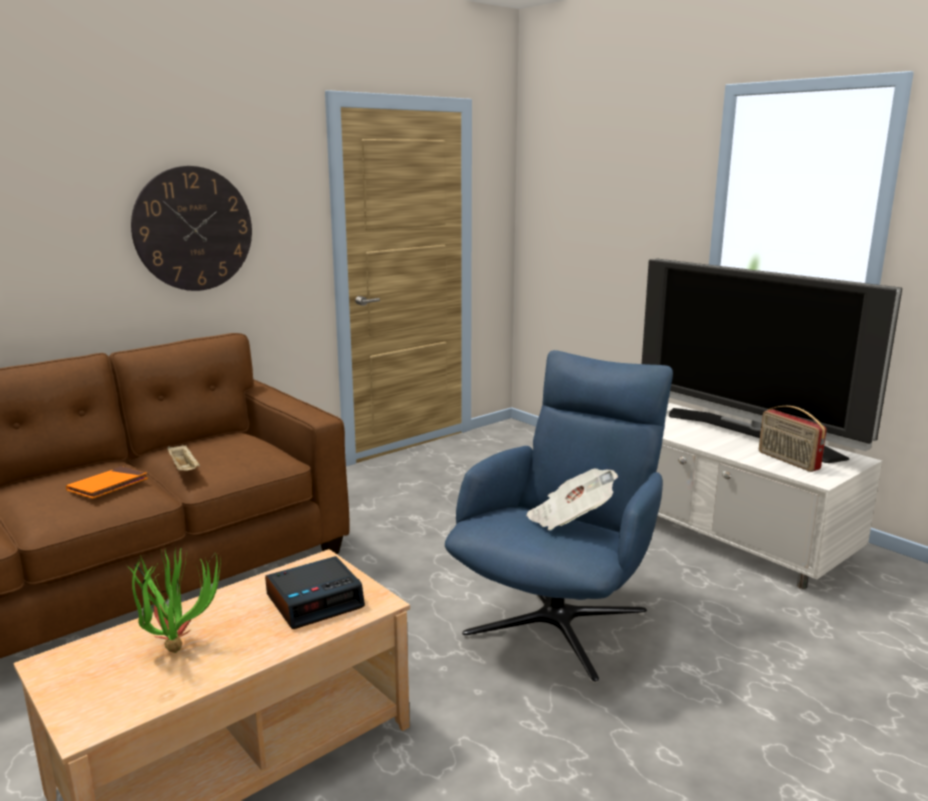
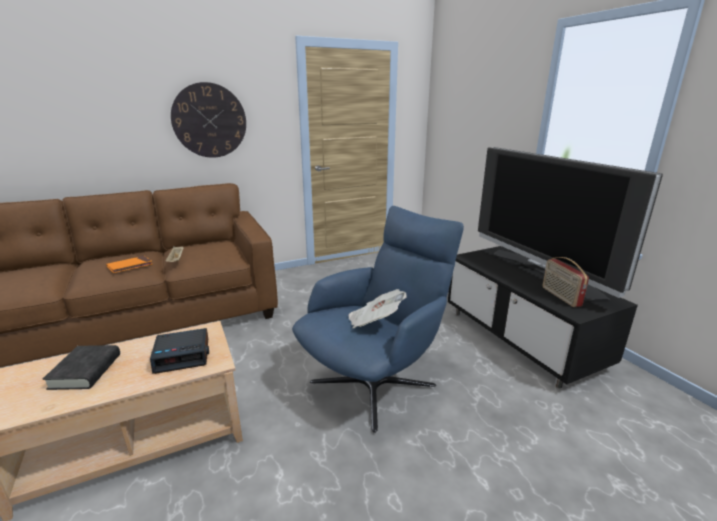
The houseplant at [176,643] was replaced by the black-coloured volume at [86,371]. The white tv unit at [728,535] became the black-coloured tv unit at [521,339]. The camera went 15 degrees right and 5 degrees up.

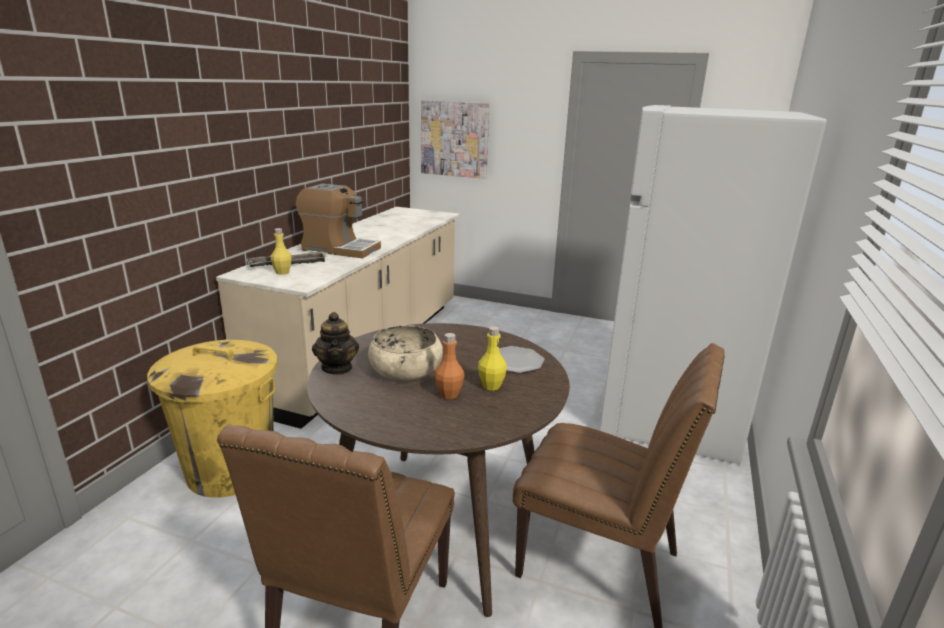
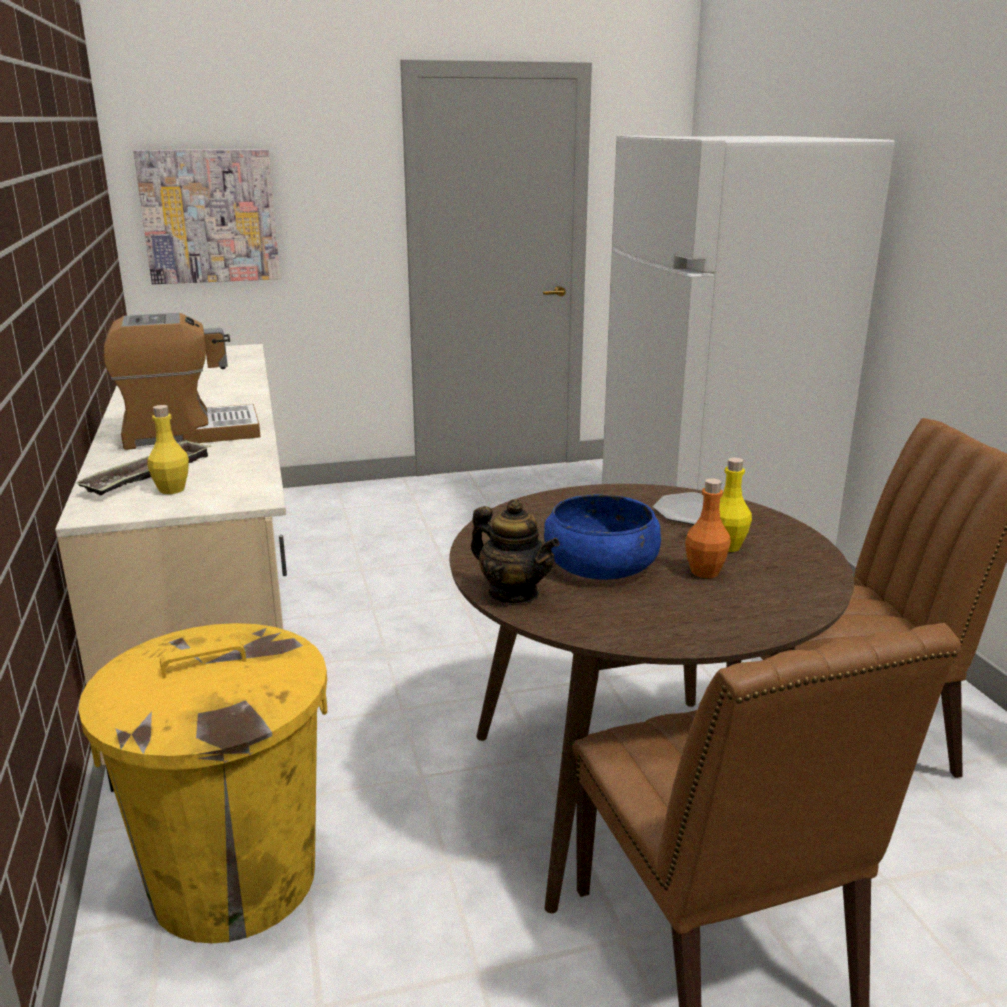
The beige bowl at [405,369] became the blue-coloured bowl at [600,564]. The camera went 35 degrees left and 0 degrees up.

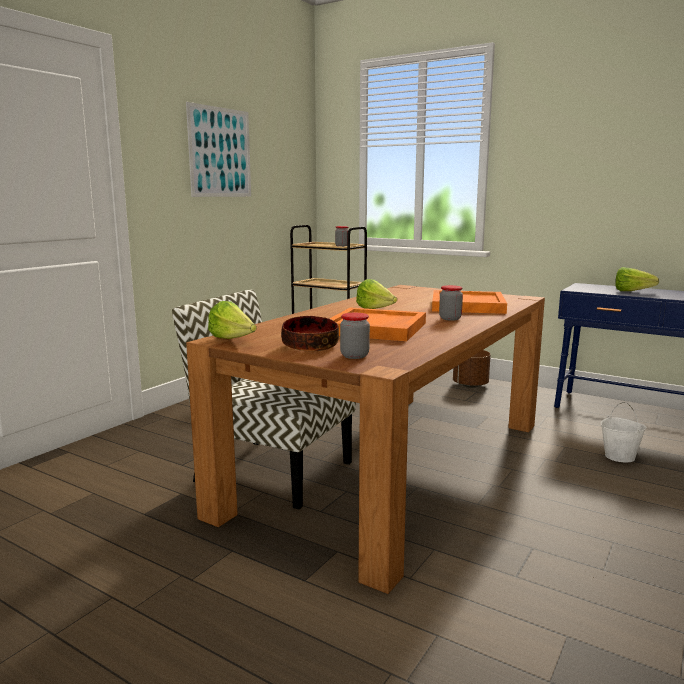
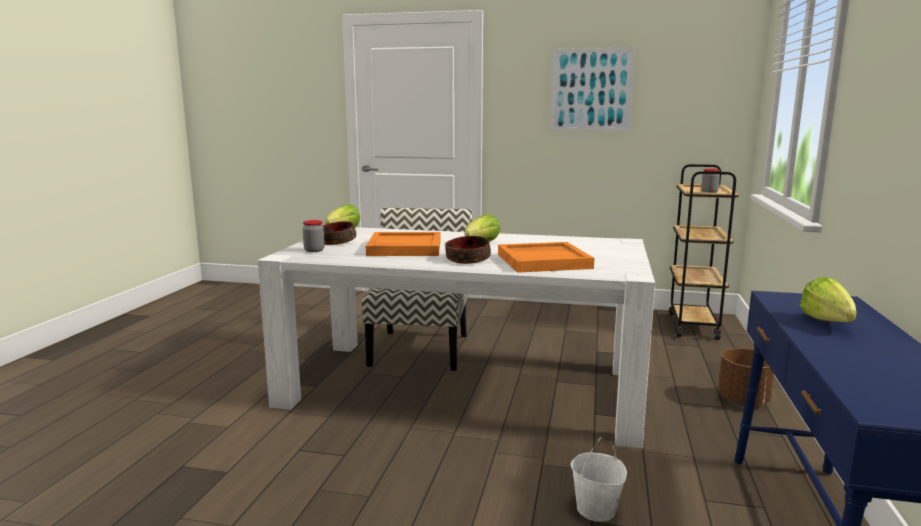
The brown-coloured dining table at [394,465] became the white dining table at [464,386]. The storage jar at [450,318] was replaced by the bowl at [467,260]. The camera went 70 degrees right and 0 degrees up.

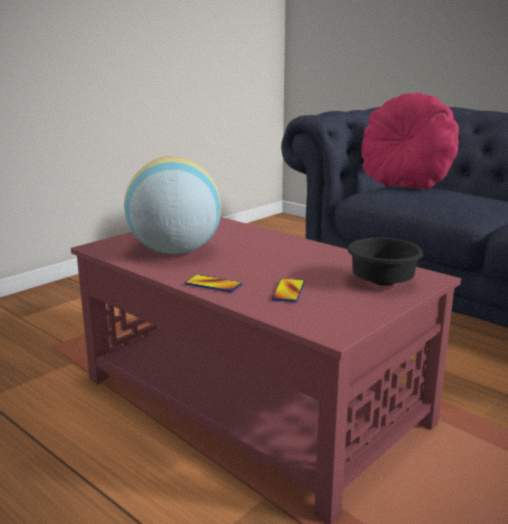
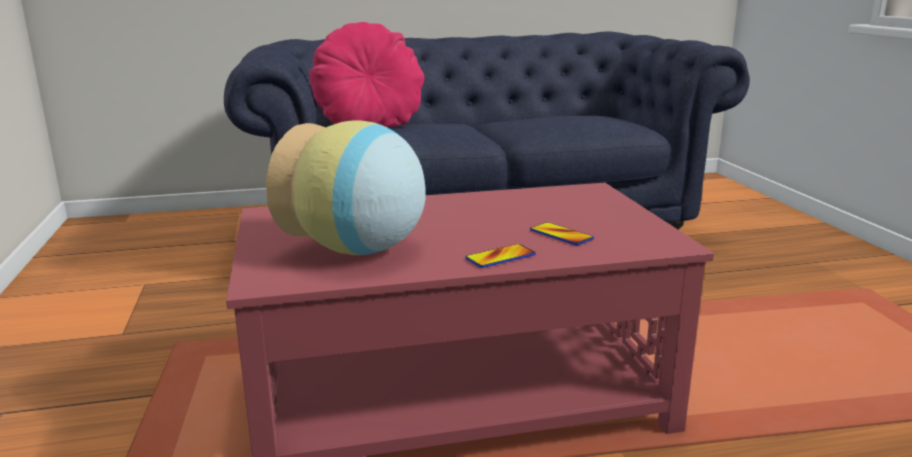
The black-coloured bowl at [381,281] disappeared. The camera went 55 degrees left and 0 degrees up.

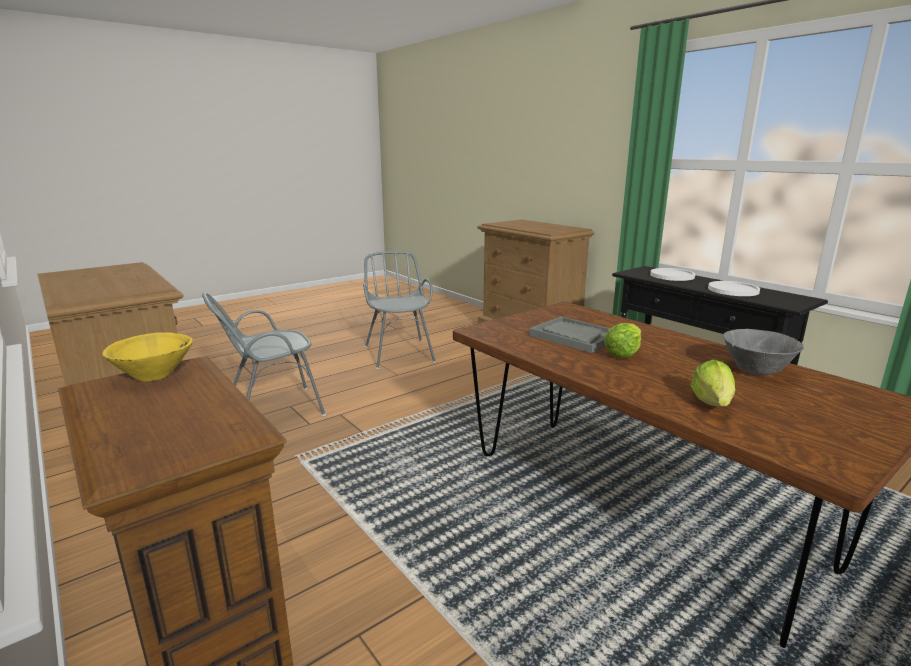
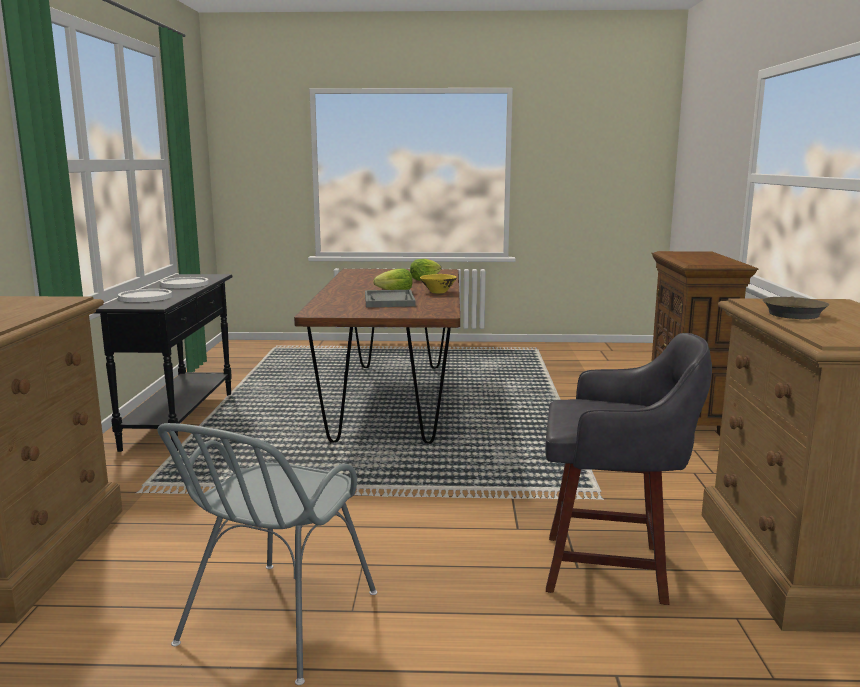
The yellow bowl moved from [154,376] to [438,292]. The grey chair at [270,411] was replaced by the grey sitting stool at [612,570]. The grey bowl at [756,372] disappeared. The brown-coloured skillet at [792,313] appeared. The camera went 140 degrees left and 5 degrees down.

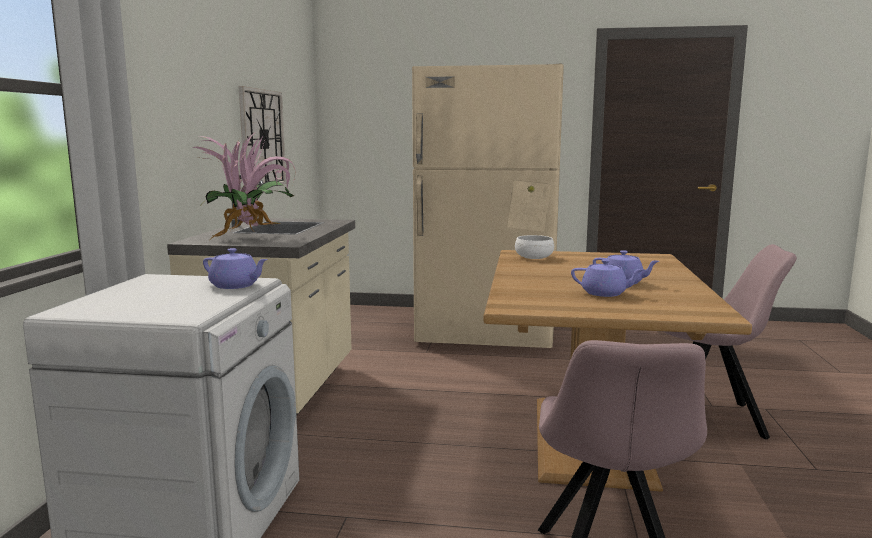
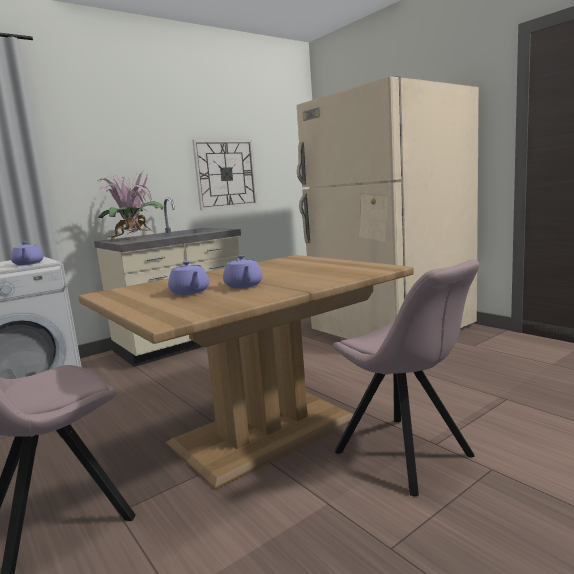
The white bowl at [534,257] disappeared. The camera went 45 degrees right and 0 degrees up.

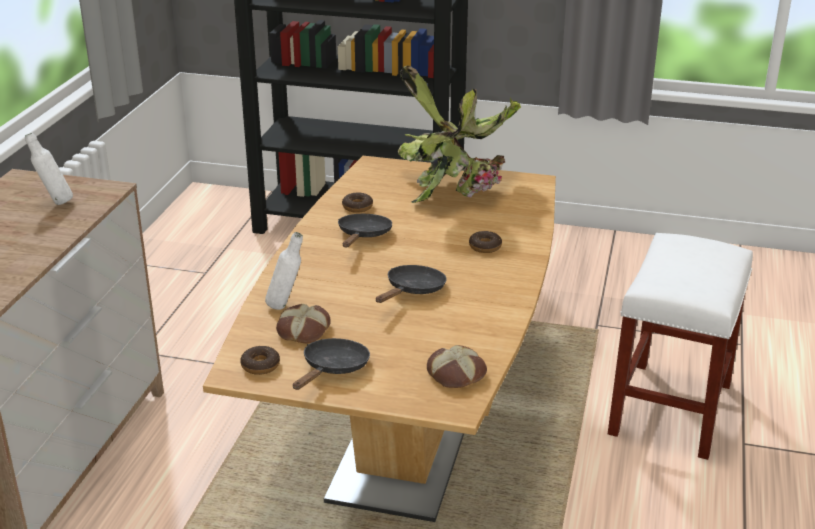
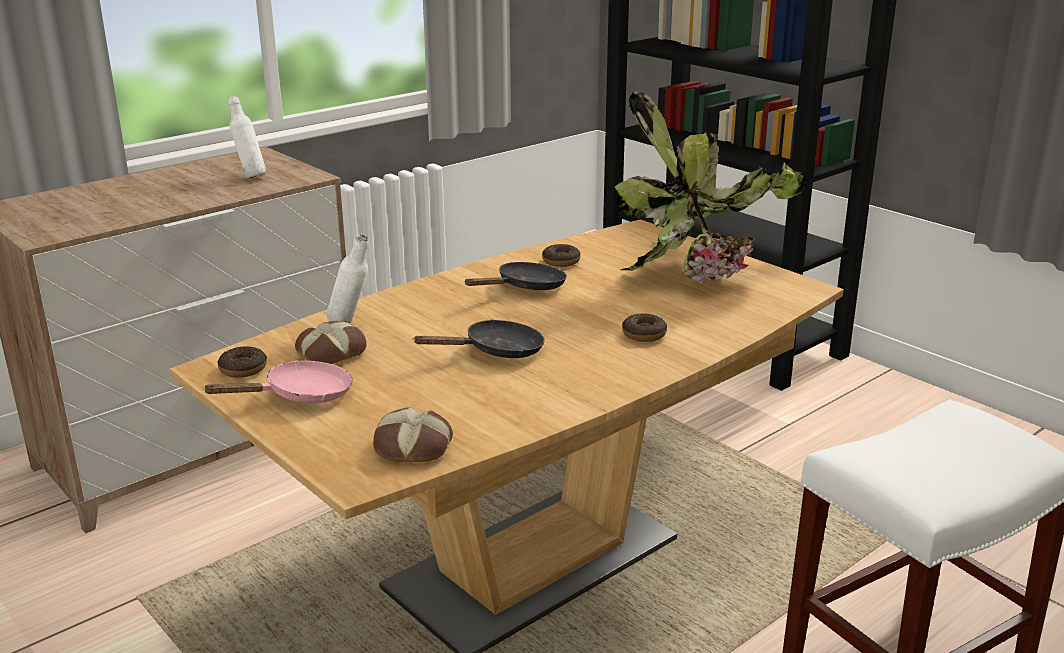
The black-coloured skillet at [333,369] became the pink skillet at [301,396]. The camera went 35 degrees right and 5 degrees down.

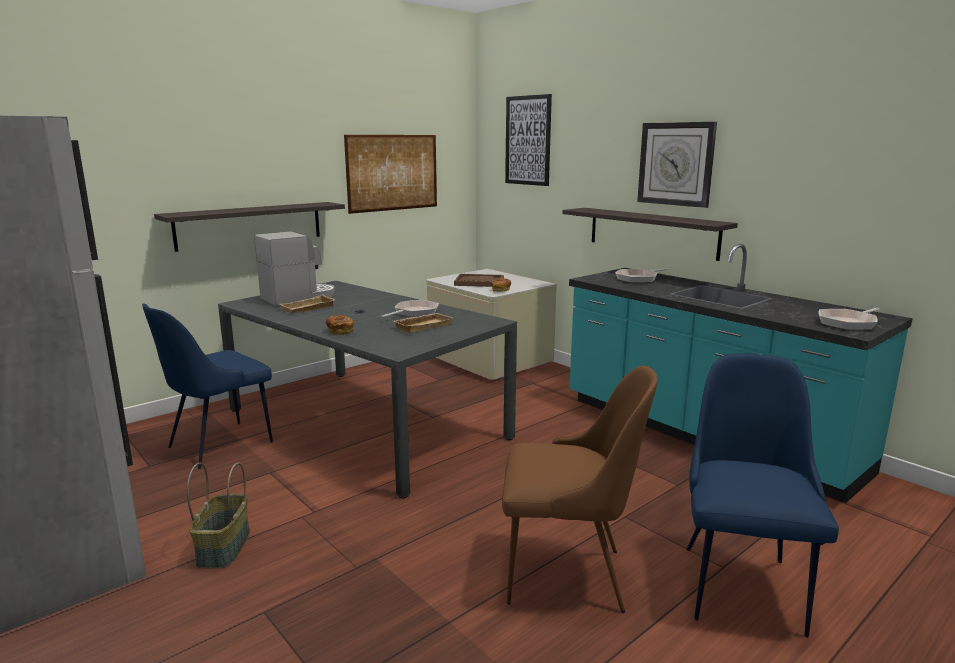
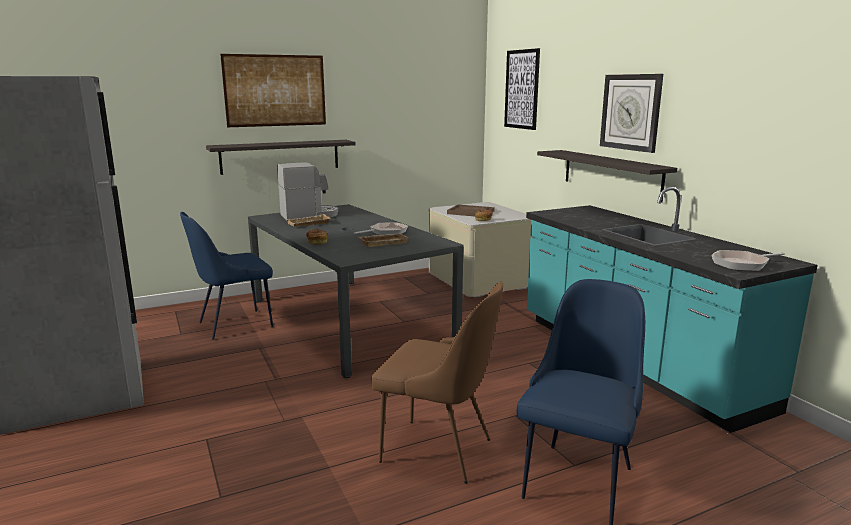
The basket at [225,548] disappeared. The wall art moved from [393,172] to [275,90]. The skillet at [638,279] disappeared. The camera went 15 degrees right and 0 degrees up.

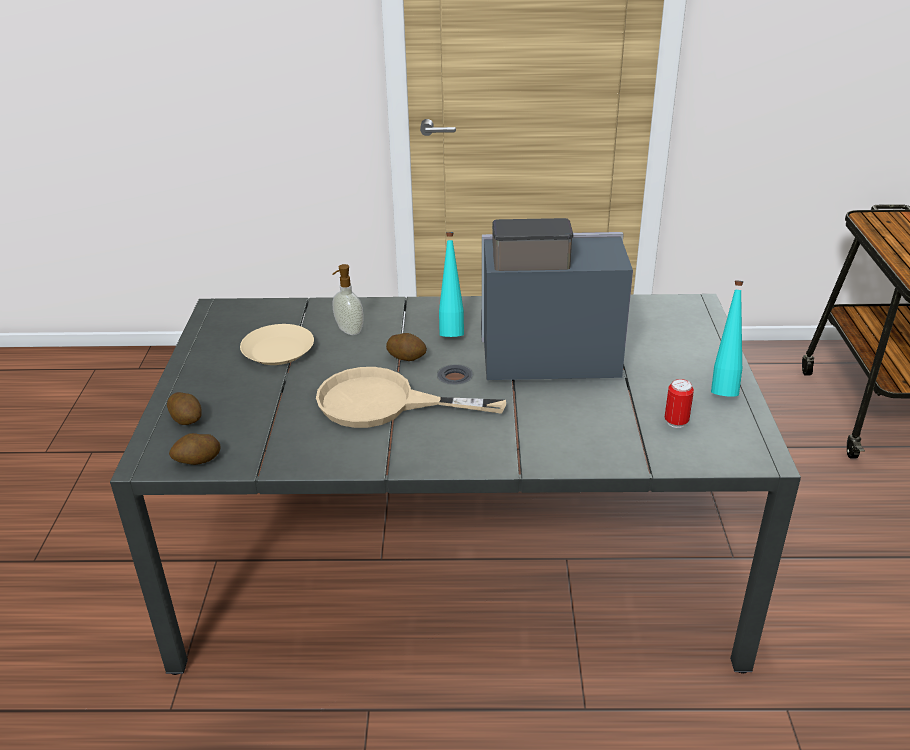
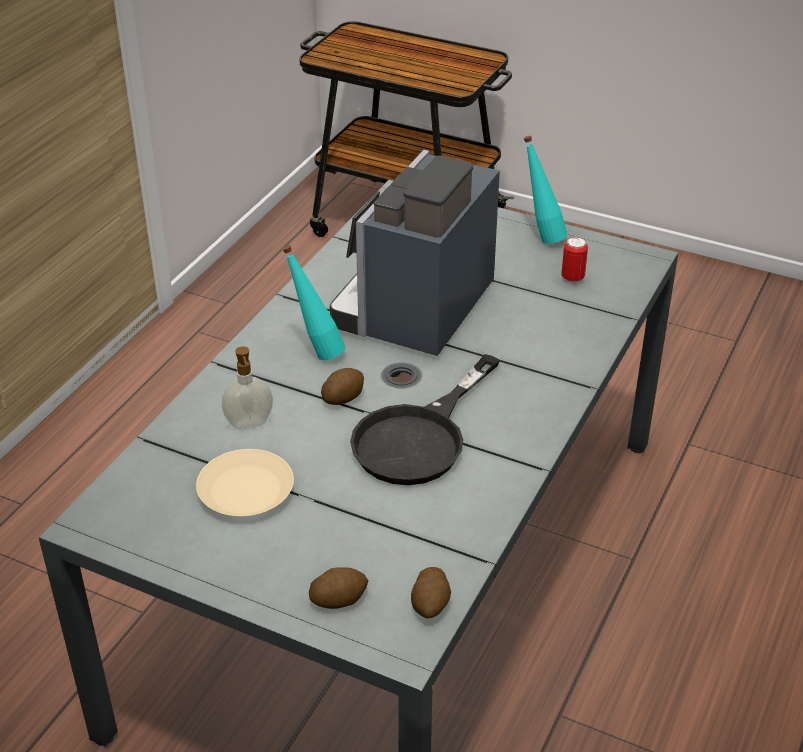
The beige skillet at [384,403] became the black-coloured skillet at [420,437]. The camera went 65 degrees left and 5 degrees up.

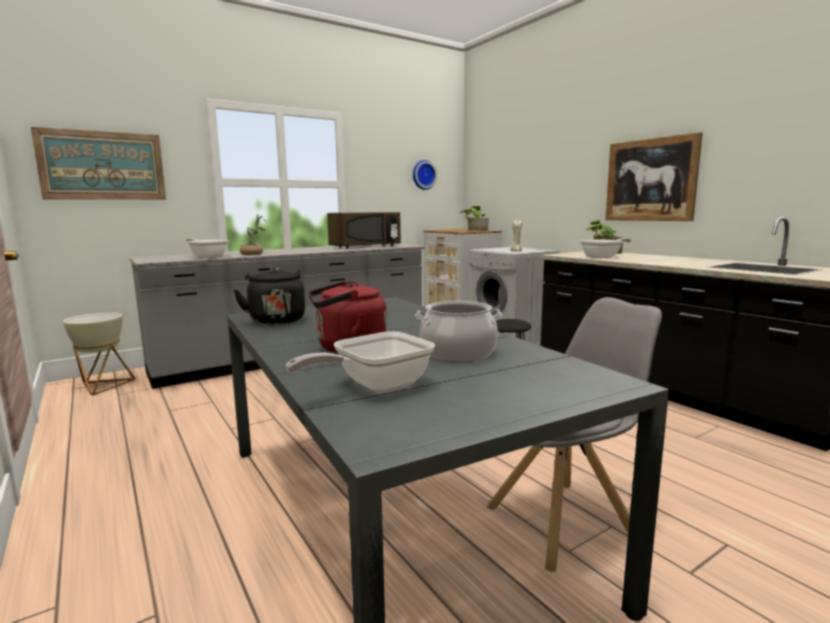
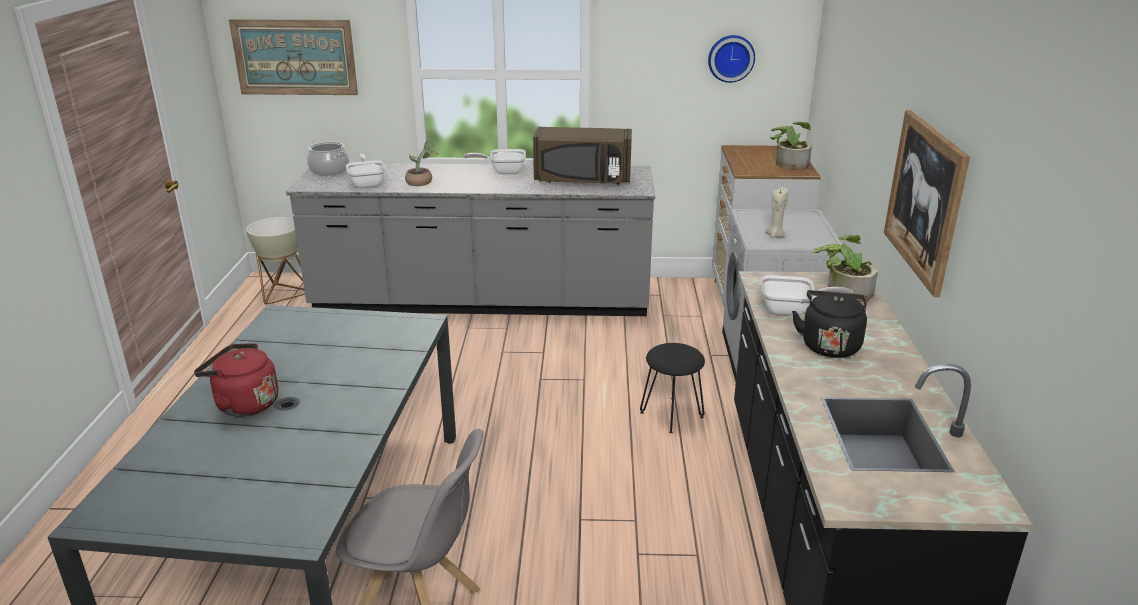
The black-coloured kettle moved from [276,320] to [829,345]. The skillet moved from [374,386] to [503,171]. The saucepot moved from [458,353] to [329,170]. The camera went 35 degrees right and 15 degrees up.

